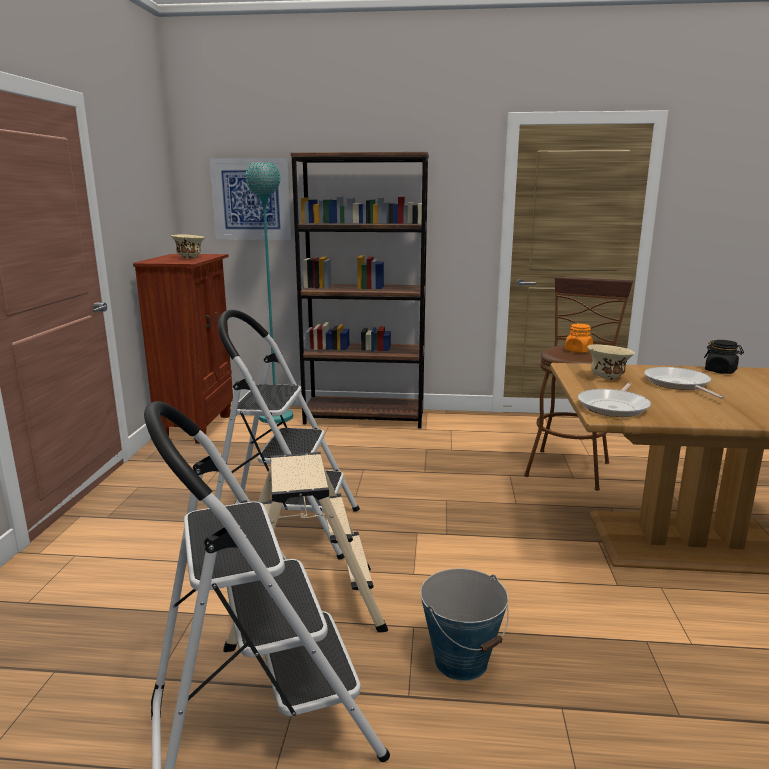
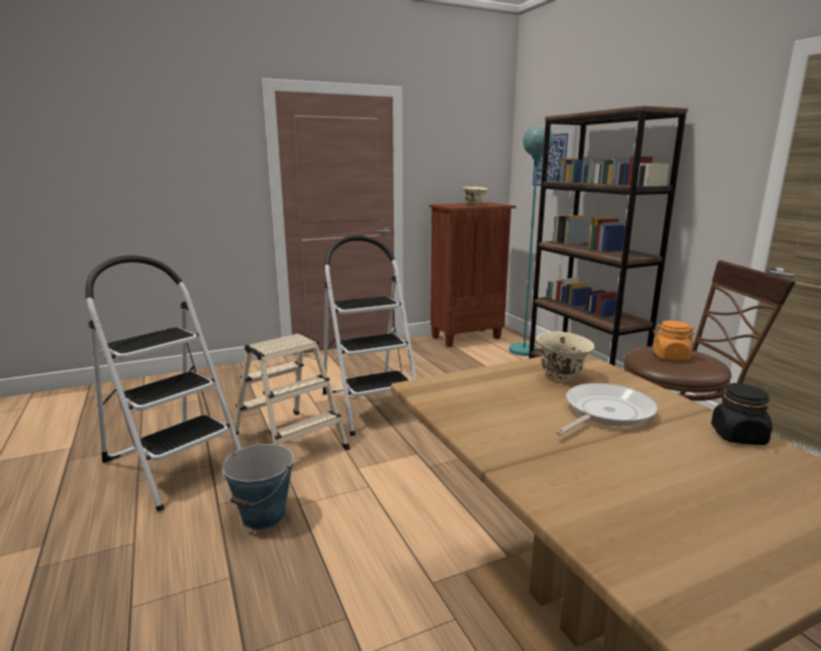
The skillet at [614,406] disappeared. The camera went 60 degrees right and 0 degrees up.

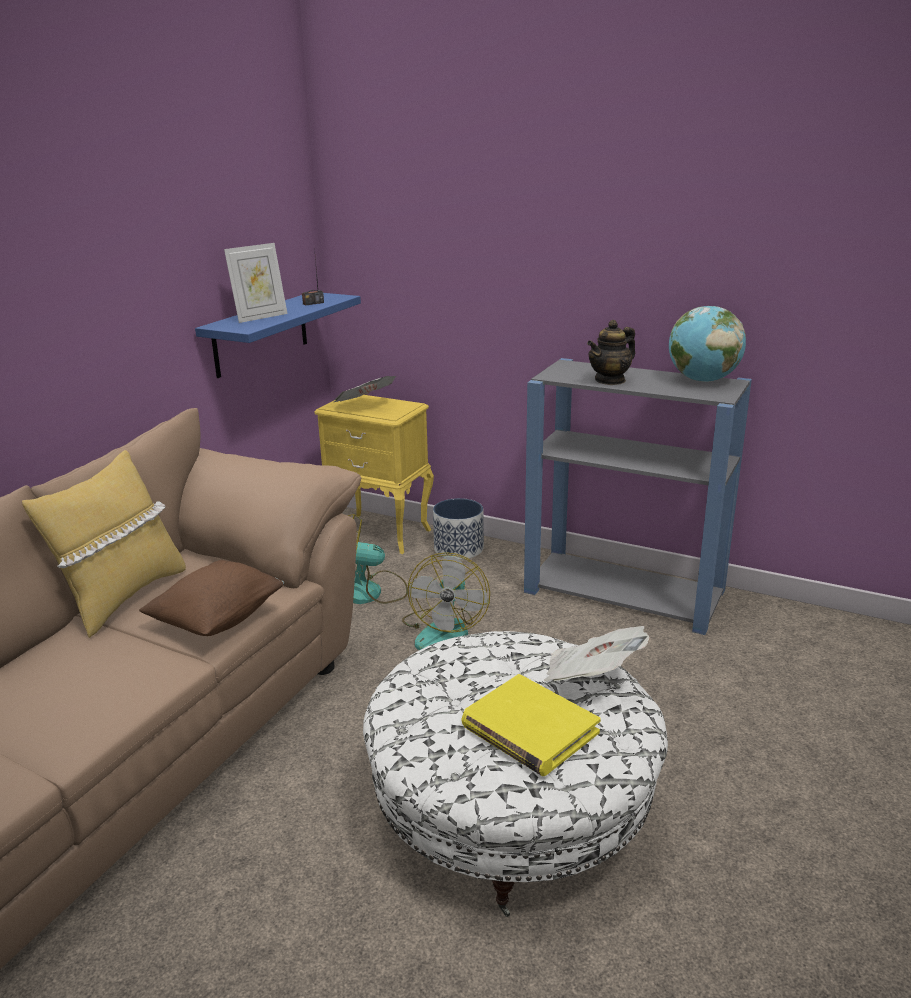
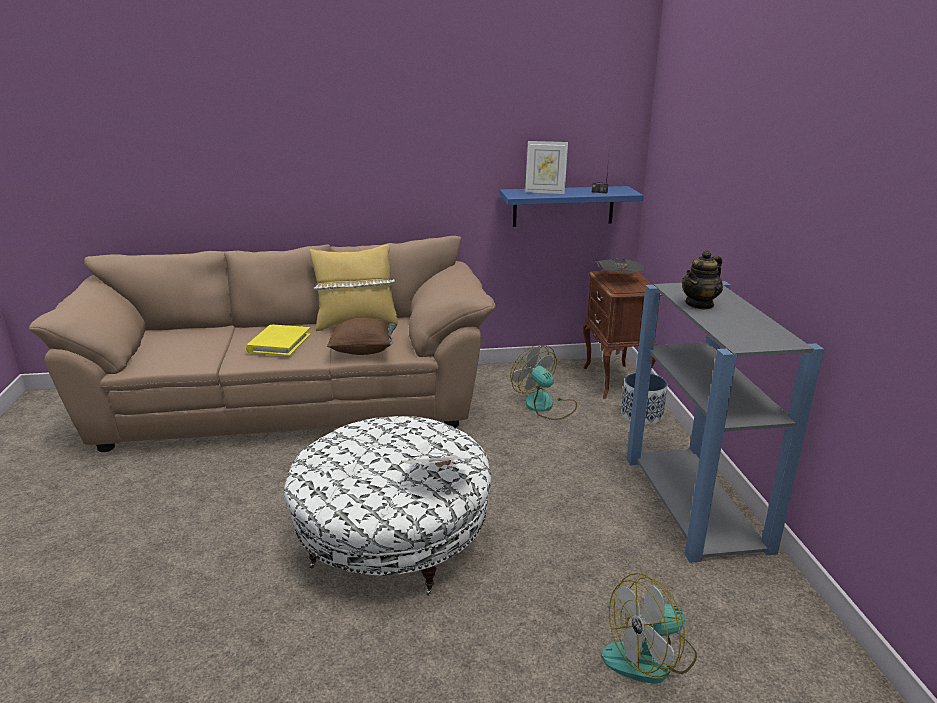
The yellow bedside table at [380,533] became the brown-coloured bedside table at [615,381]. The cooling fan moved from [444,630] to [650,657]. The yellow volume moved from [529,729] to [279,343]. The teapot at [610,380] turned 60 degrees counterclockwise. The globe at [702,380] disappeared. The camera went 55 degrees right and 0 degrees up.

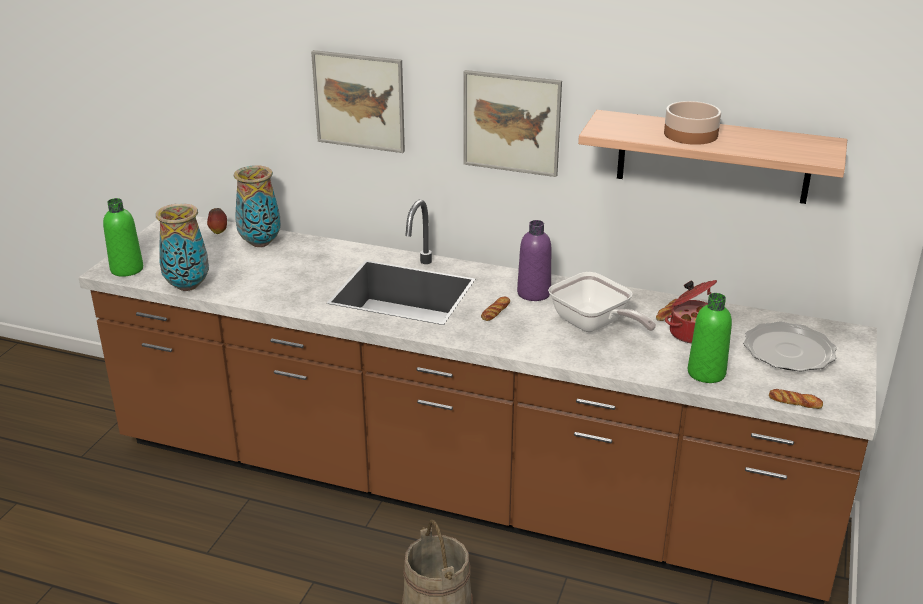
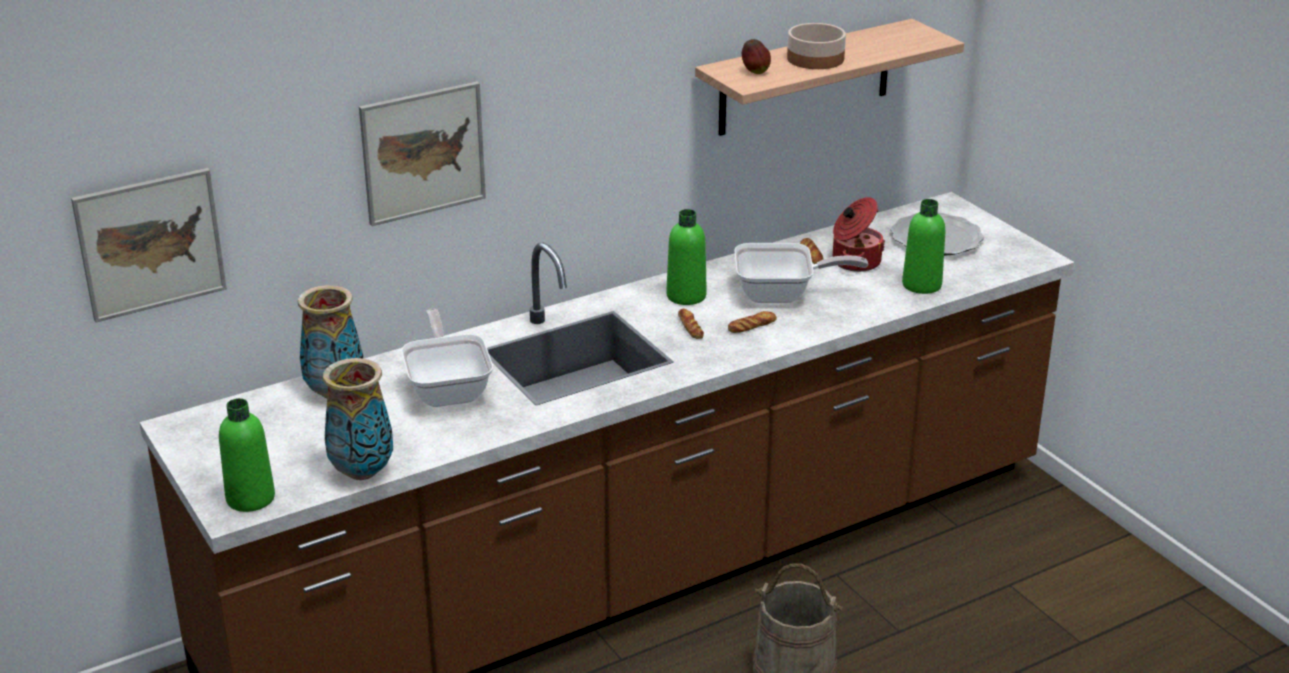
The apple fruit moved from [218,232] to [755,72]. The wall art moved from [511,123] to [150,243]. The purplish drink bottle at [533,293] became the greenish drink bottle at [686,296]. The bakery bread moved from [795,402] to [751,326]. The skillet at [448,388] appeared. The camera went 50 degrees left and 0 degrees up.

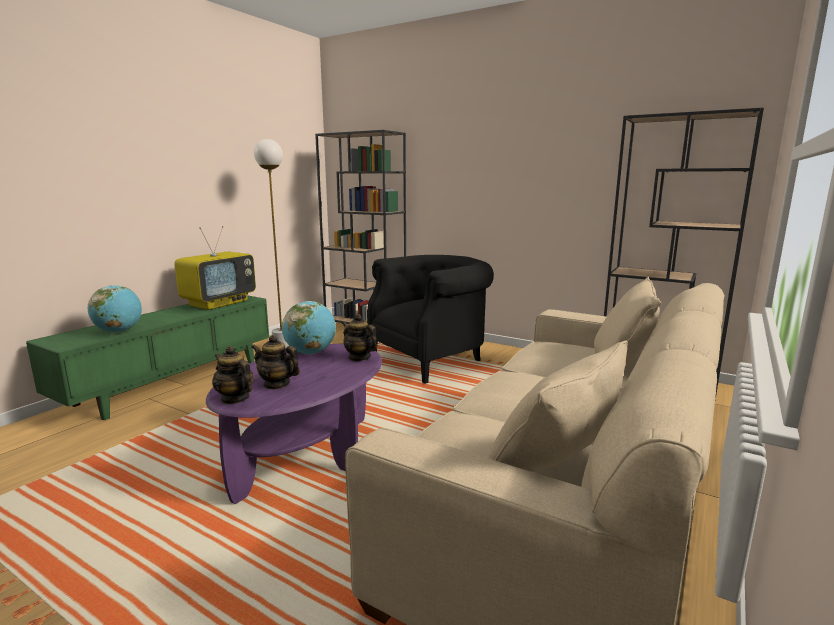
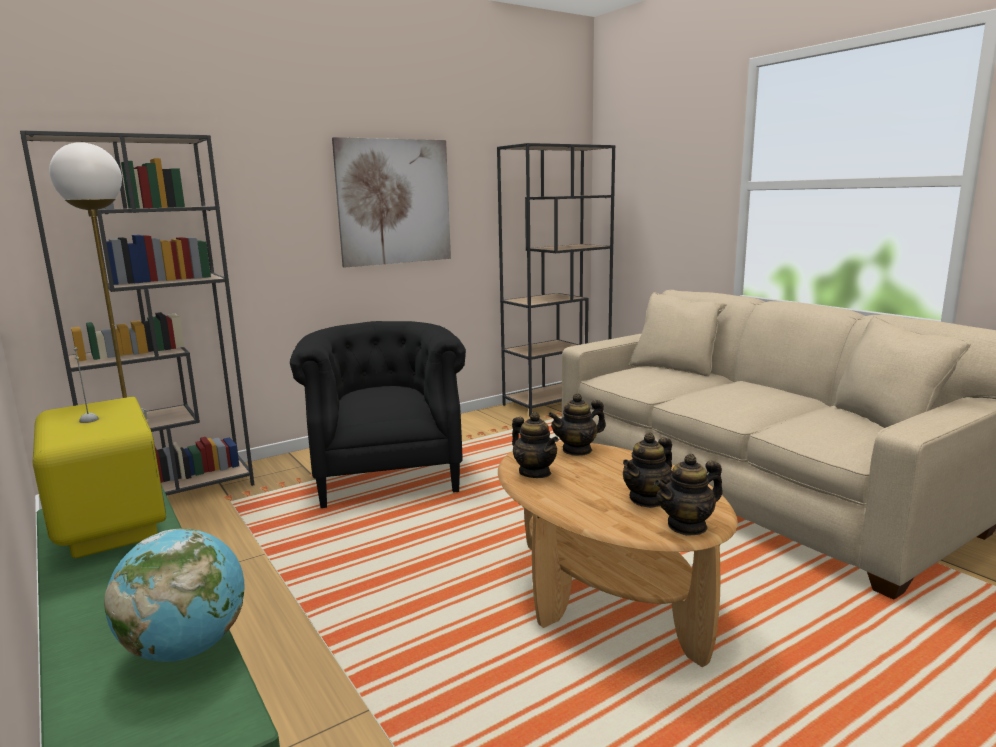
The purplish low table at [307,456] became the brown-coloured low table at [604,598]. The globe at [310,353] was replaced by the teapot at [535,472]. The wall art at [394,202] appeared. The camera went 65 degrees left and 0 degrees up.

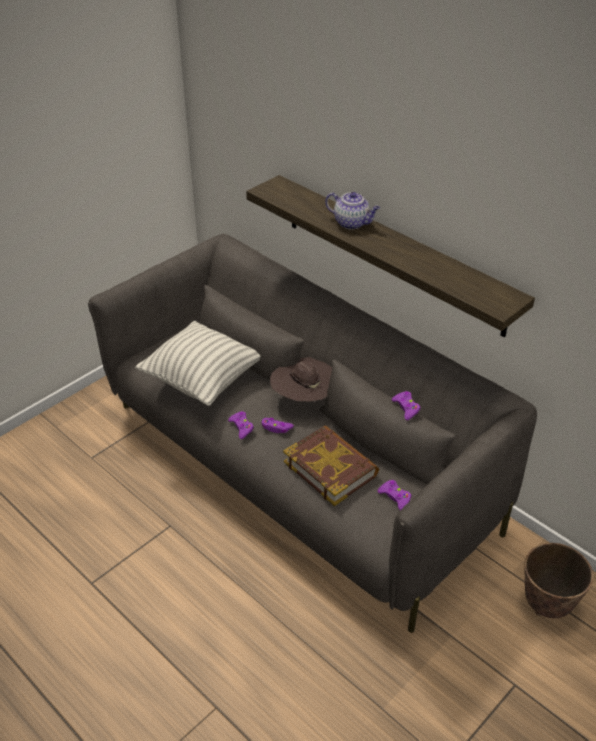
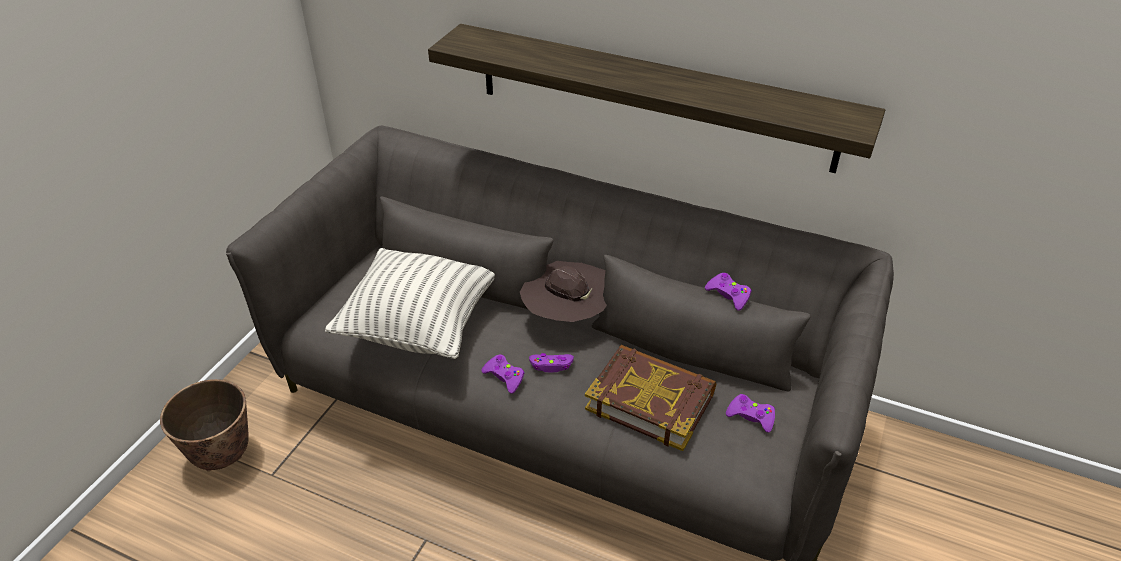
The teapot at [352,223] disappeared. The flower pot moved from [547,605] to [223,456]. The camera went 20 degrees left and 0 degrees up.

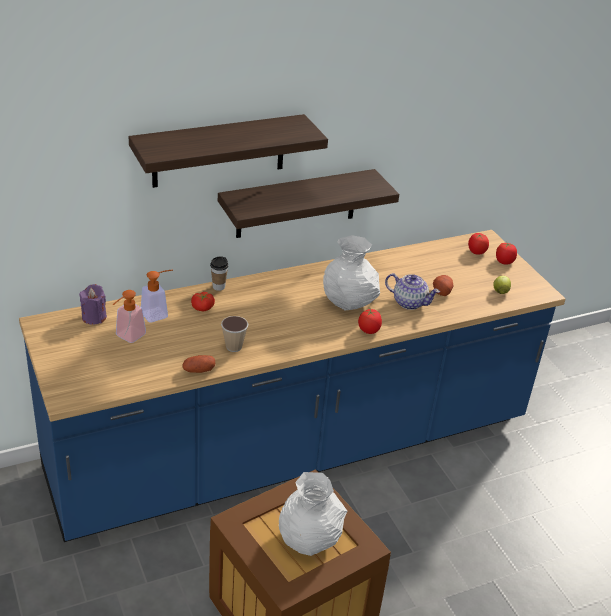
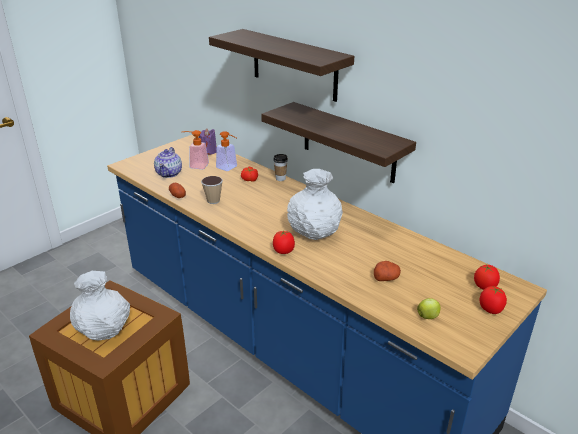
The teapot moved from [409,302] to [169,173]. The camera went 70 degrees right and 5 degrees down.

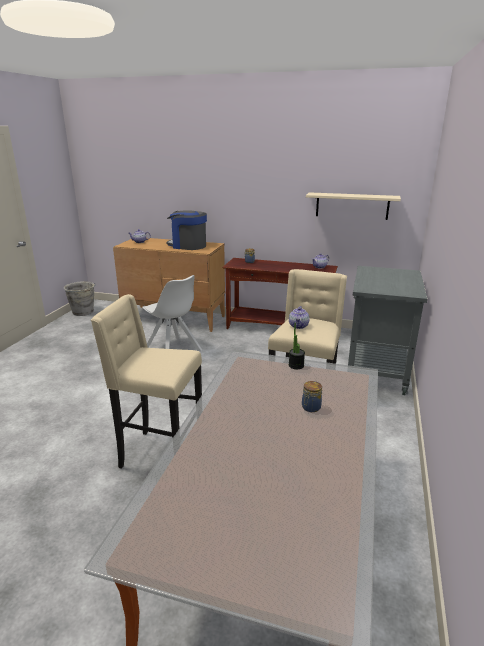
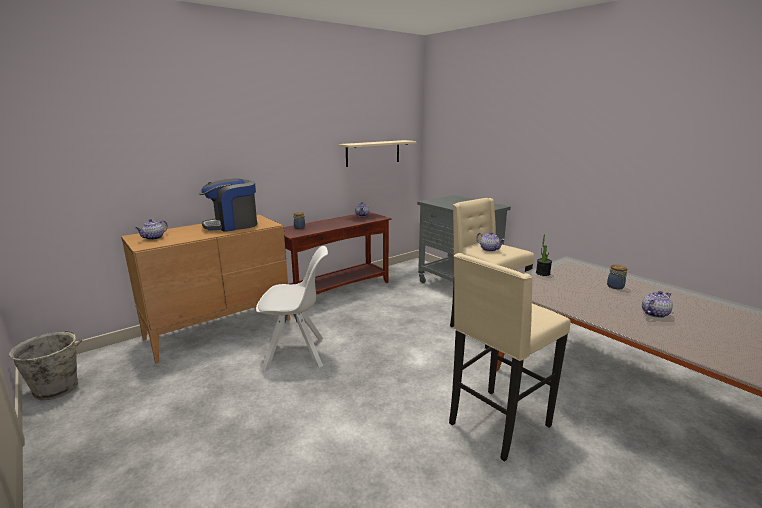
The teapot at [654,313] appeared. The camera went 55 degrees left and 5 degrees down.

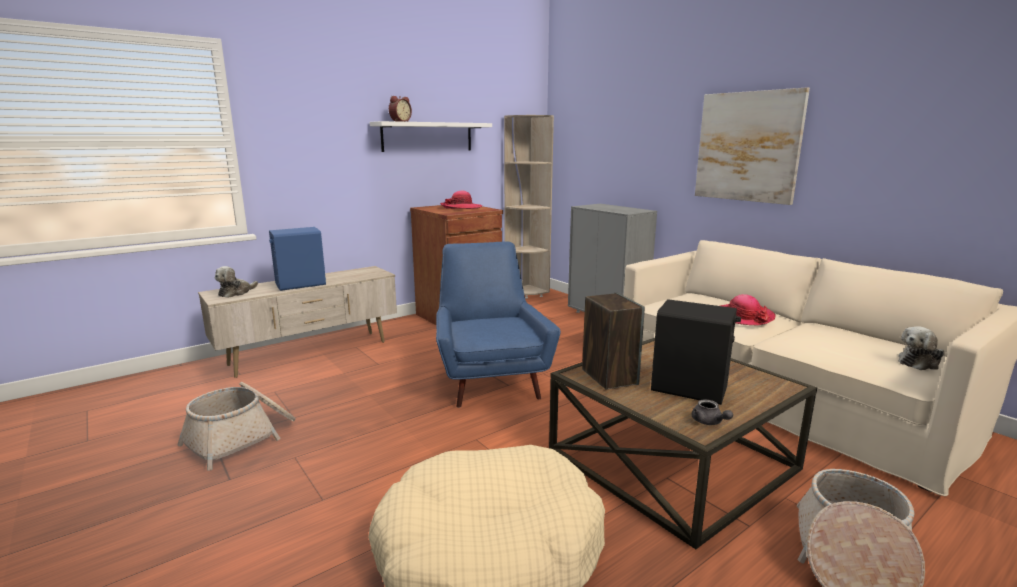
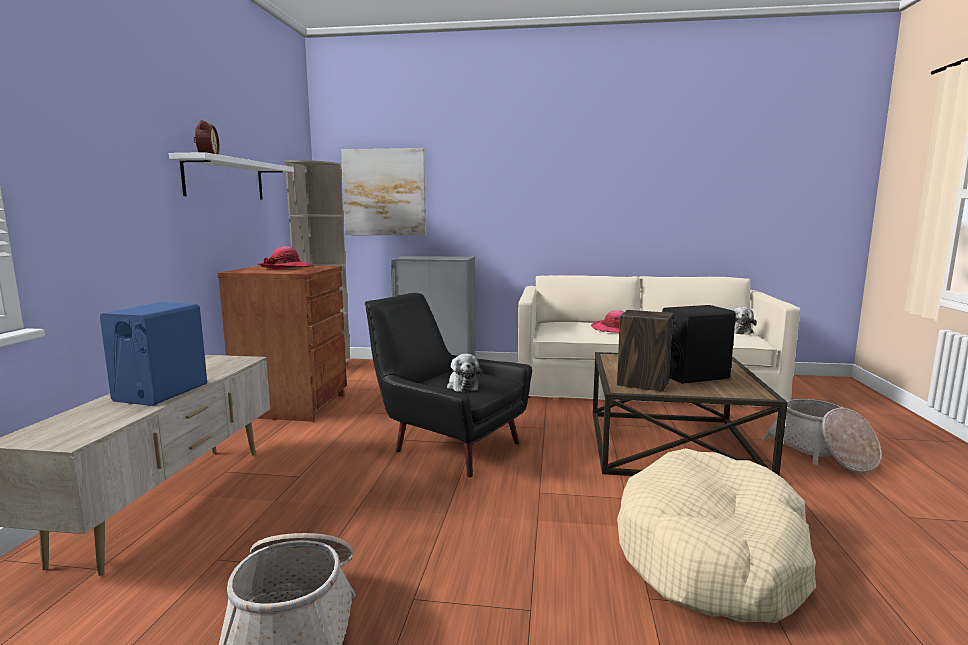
The cuddly toy moved from [236,293] to [462,385]. The blue-coloured armchair at [489,379] became the black-coloured armchair at [446,445]. The grey teapot at [709,422] disappeared. The wall art moved from [747,147] to [384,192]. The camera went 45 degrees left and 5 degrees down.

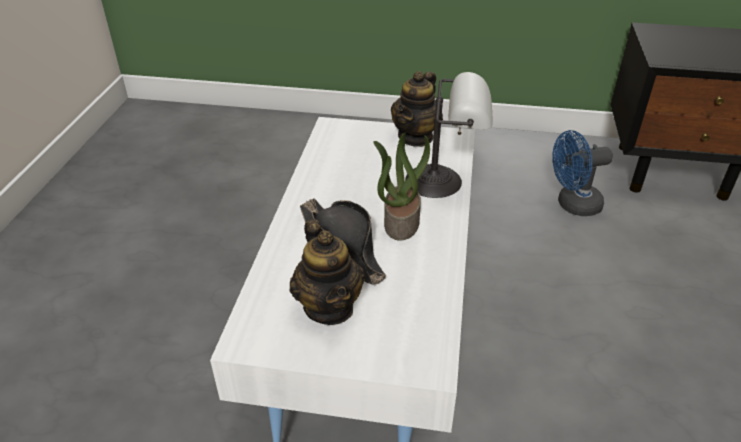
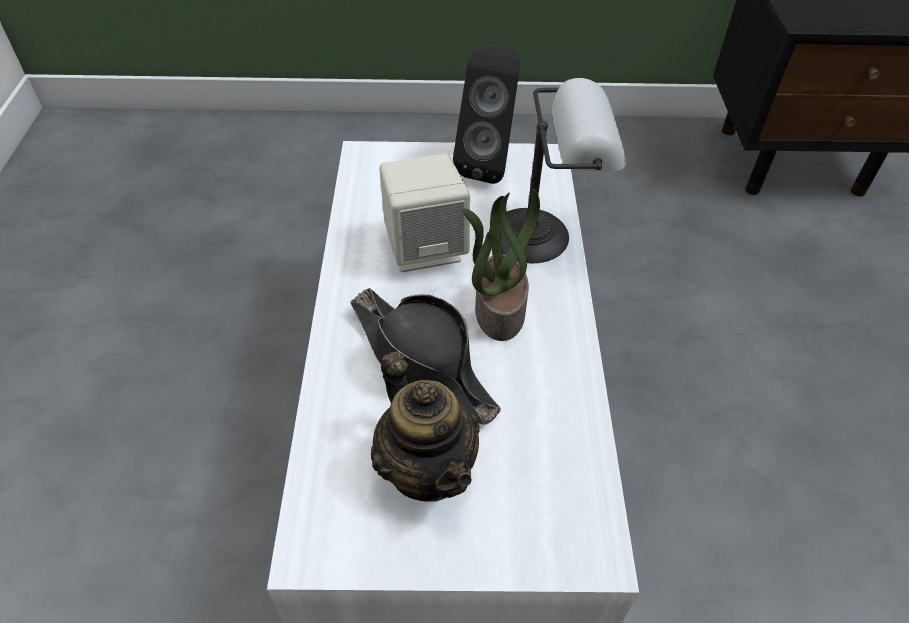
The teapot at [416,137] was replaced by the black-coloured speaker at [489,164]. The blue-coloured cooling fan at [572,205] disappeared. The beige speaker at [425,248] appeared. The camera went 10 degrees left and 10 degrees up.

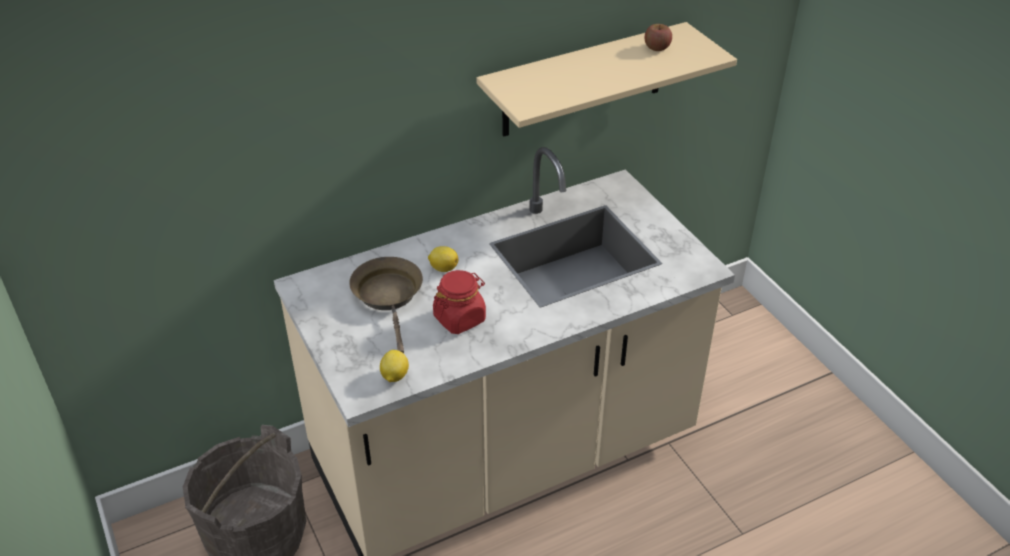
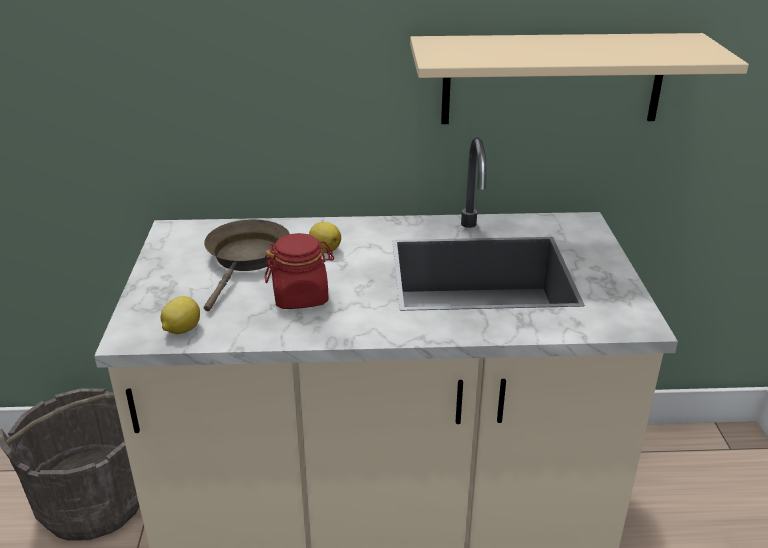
The apple fruit at [657,48] disappeared. The camera went 25 degrees right and 10 degrees down.

